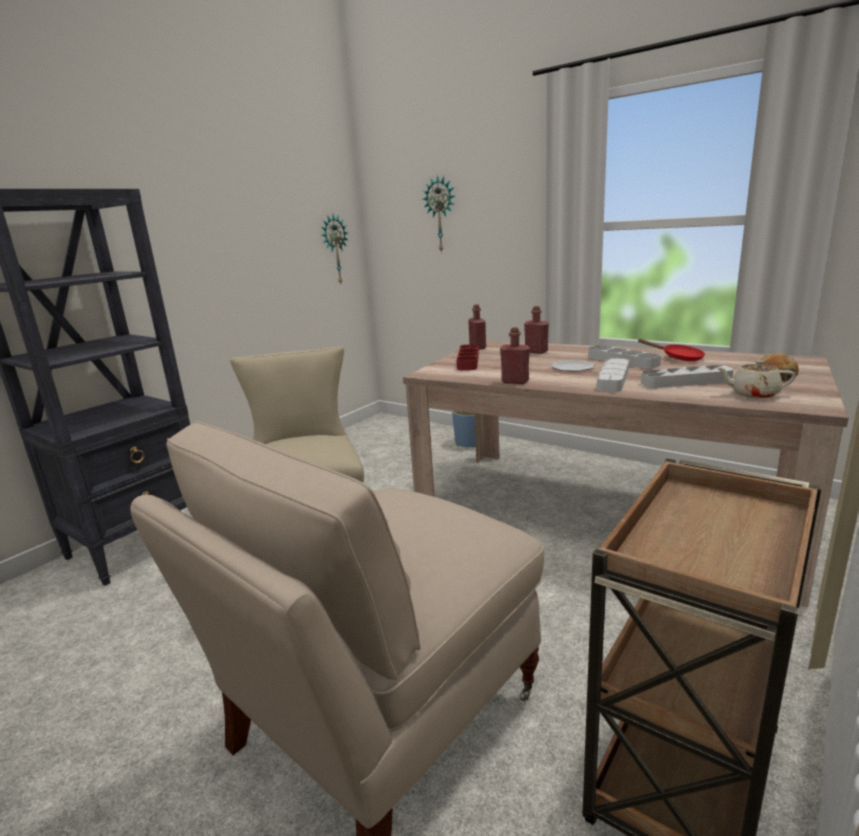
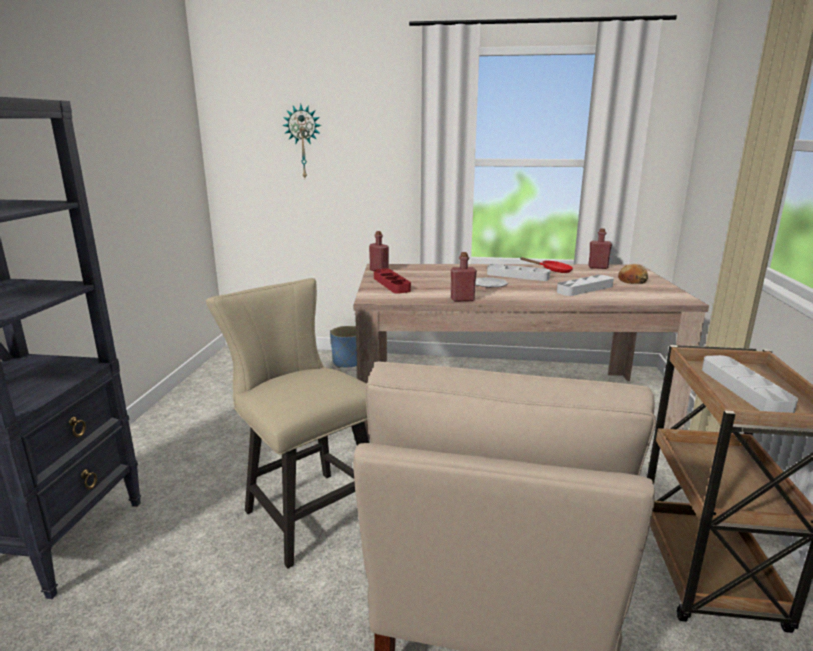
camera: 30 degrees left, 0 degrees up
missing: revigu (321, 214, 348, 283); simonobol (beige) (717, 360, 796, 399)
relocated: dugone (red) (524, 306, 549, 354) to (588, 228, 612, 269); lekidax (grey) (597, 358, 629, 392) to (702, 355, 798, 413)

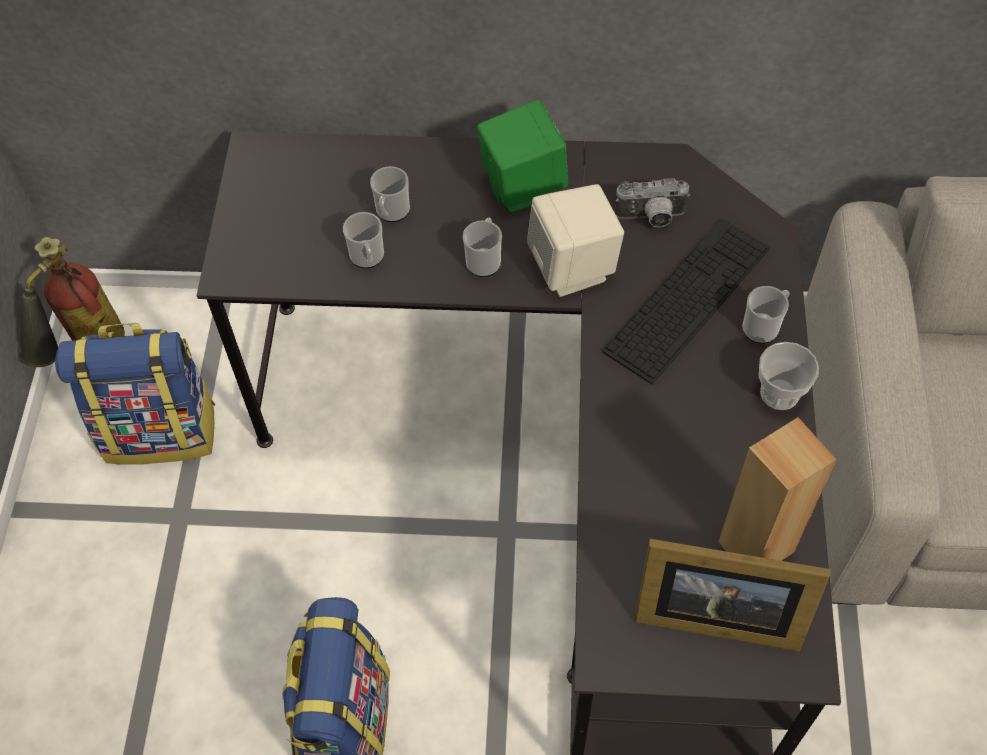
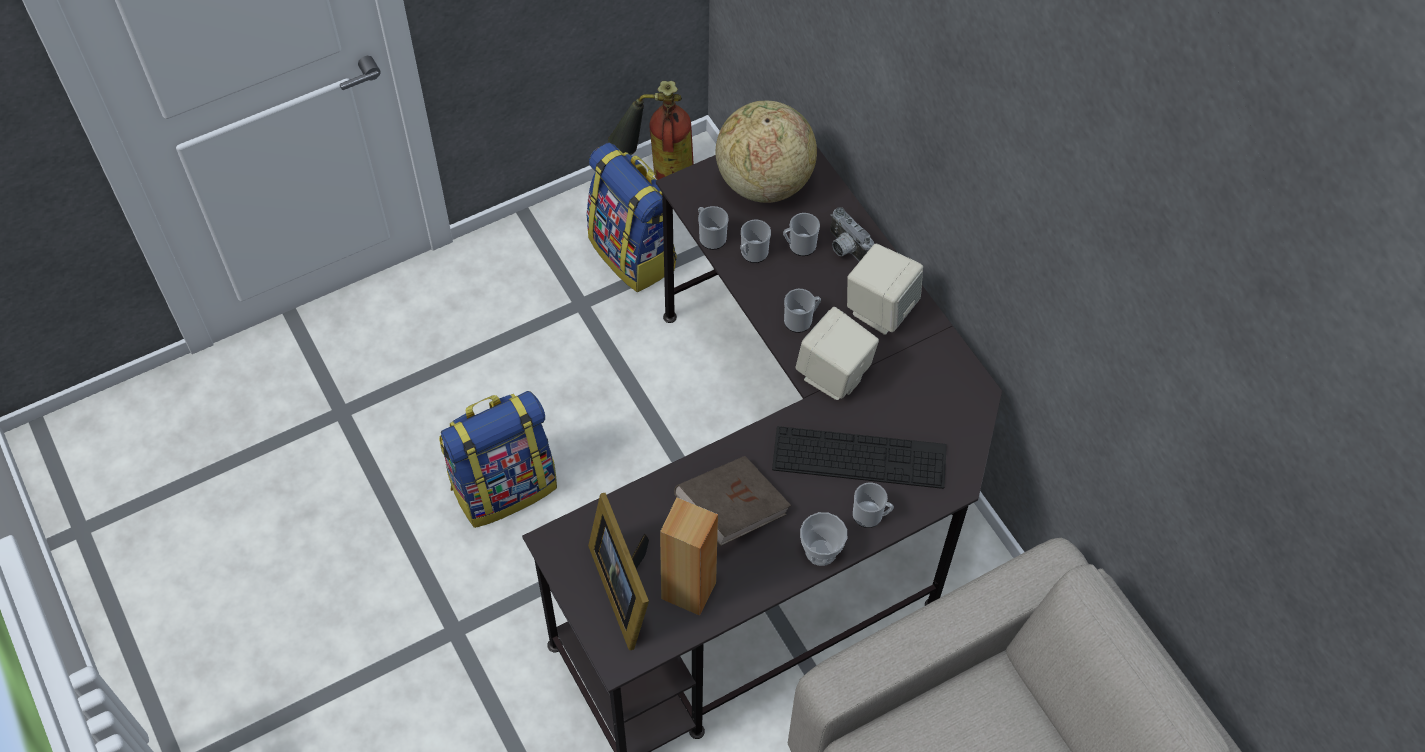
camera: 55 degrees right, 0 degrees up
appeared: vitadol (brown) (674, 456, 791, 546); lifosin (698, 206, 728, 250); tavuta (715, 101, 817, 203)
relocated: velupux (614, 178, 690, 227) to (830, 207, 874, 262)
colour: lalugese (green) (477, 100, 568, 213) to lalugese (beige) (847, 244, 923, 335)

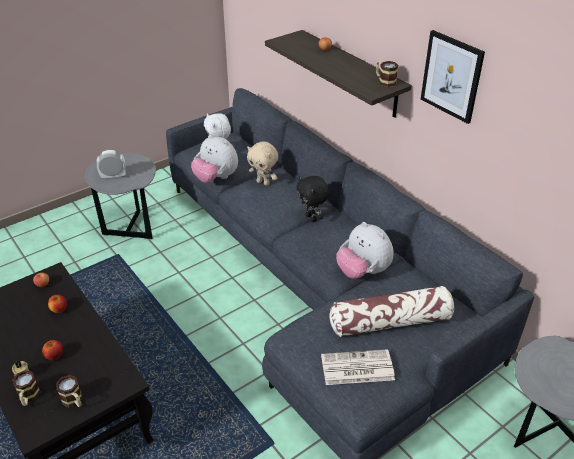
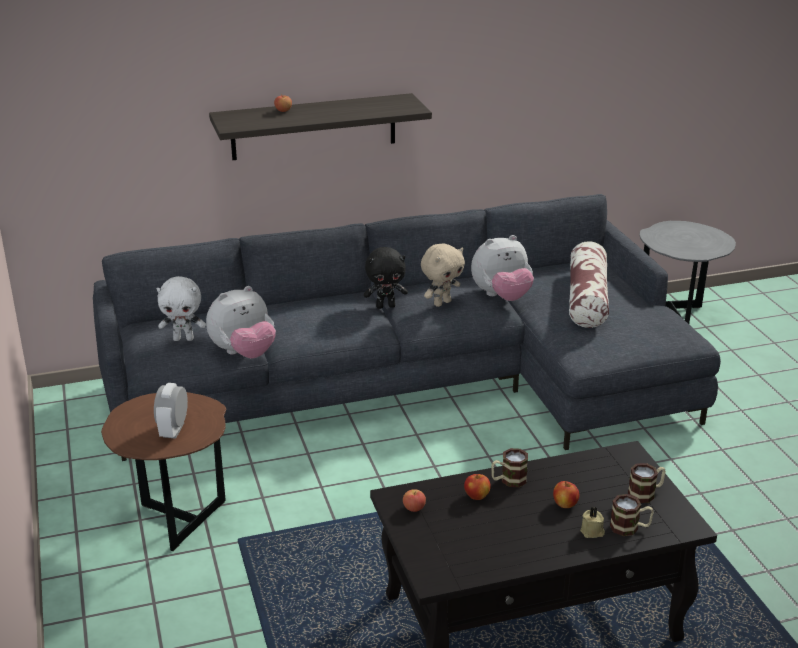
camera: 70 degrees left, 10 degrees down
missing: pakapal (321, 349, 395, 385); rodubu (421, 30, 485, 124)
relocated: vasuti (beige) (247, 142, 278, 186) to (421, 243, 465, 307); lifosin (376, 61, 398, 87) to (491, 448, 528, 487)
colour: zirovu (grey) (85, 153, 156, 239) to zirovu (brown) (101, 392, 226, 551)

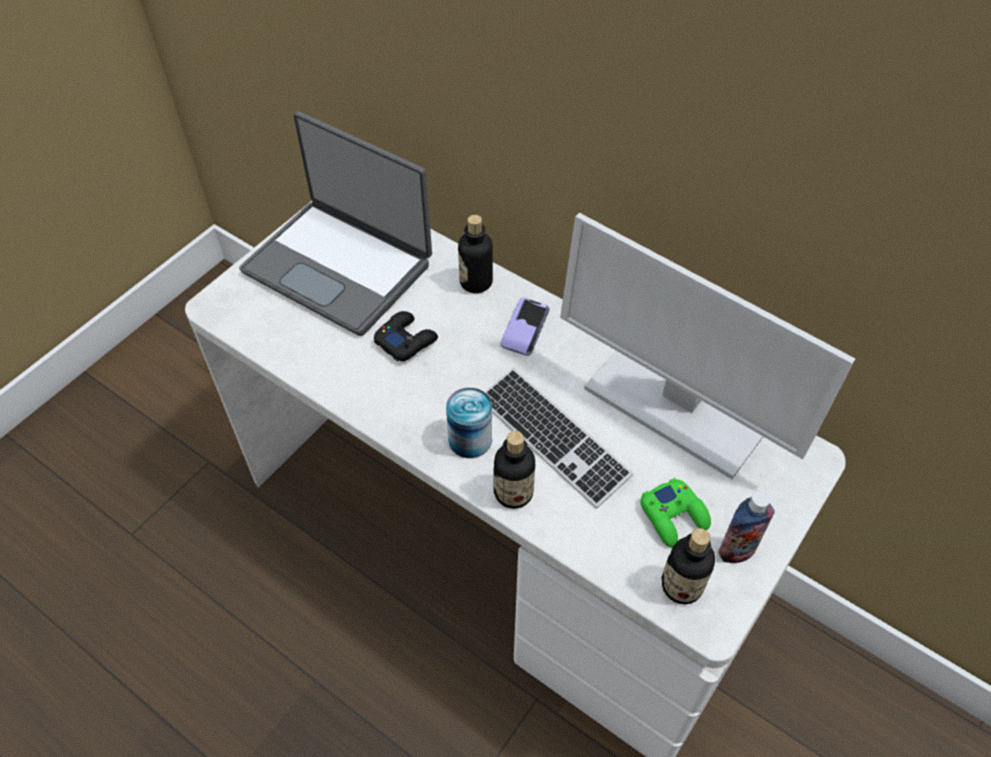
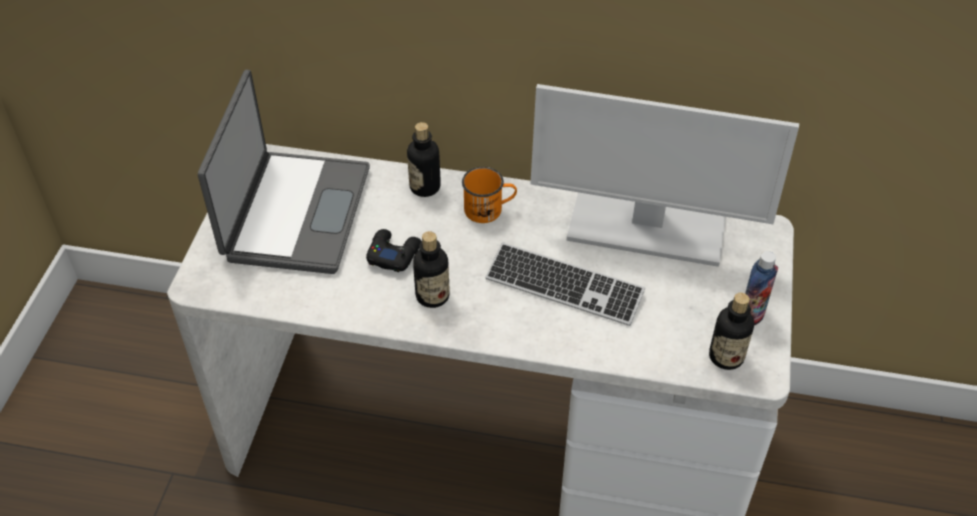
camera: 25 degrees left, 5 degrees down
missing: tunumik (446, 388, 492, 458); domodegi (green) (640, 478, 711, 547)
relocated: dugone (494, 431, 536, 509) to (413, 231, 450, 308)
exchanged: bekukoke (500, 297, 550, 356) to lifosin (orange) (462, 167, 517, 223)
spun: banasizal (239, 112, 432, 336) = (198, 70, 370, 274) 90 degrees counterclockwise

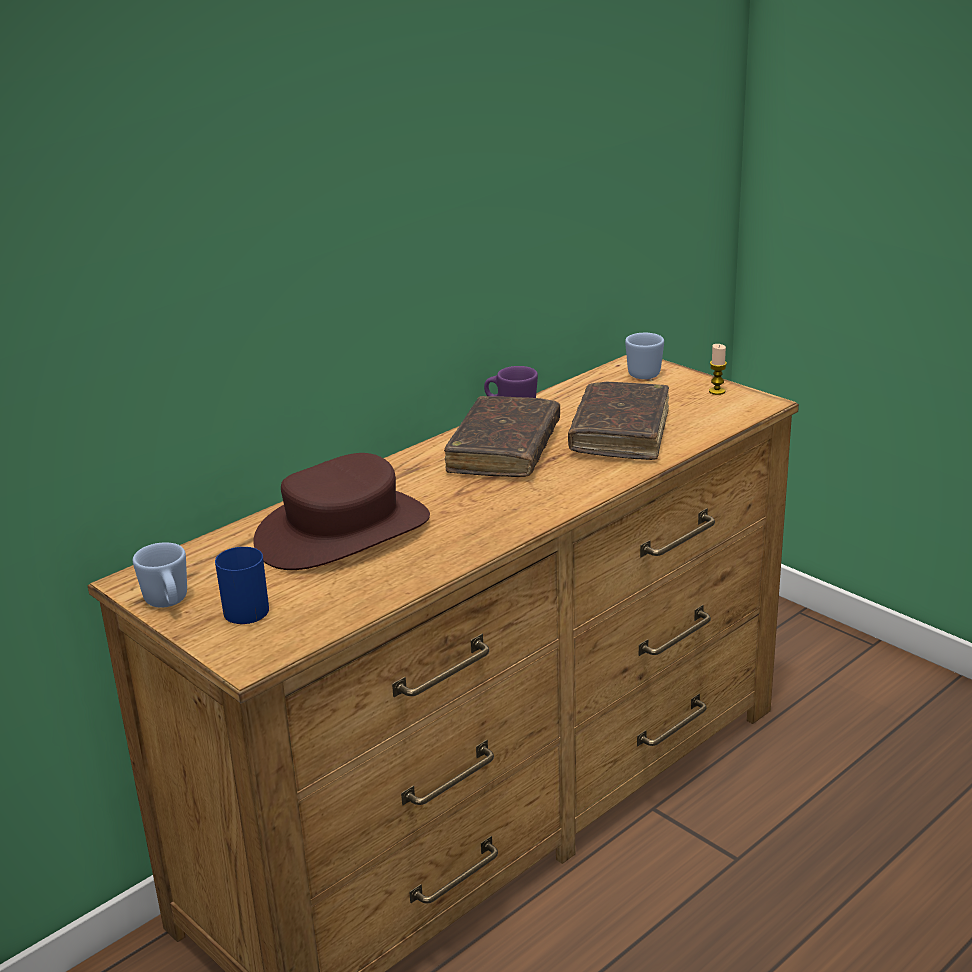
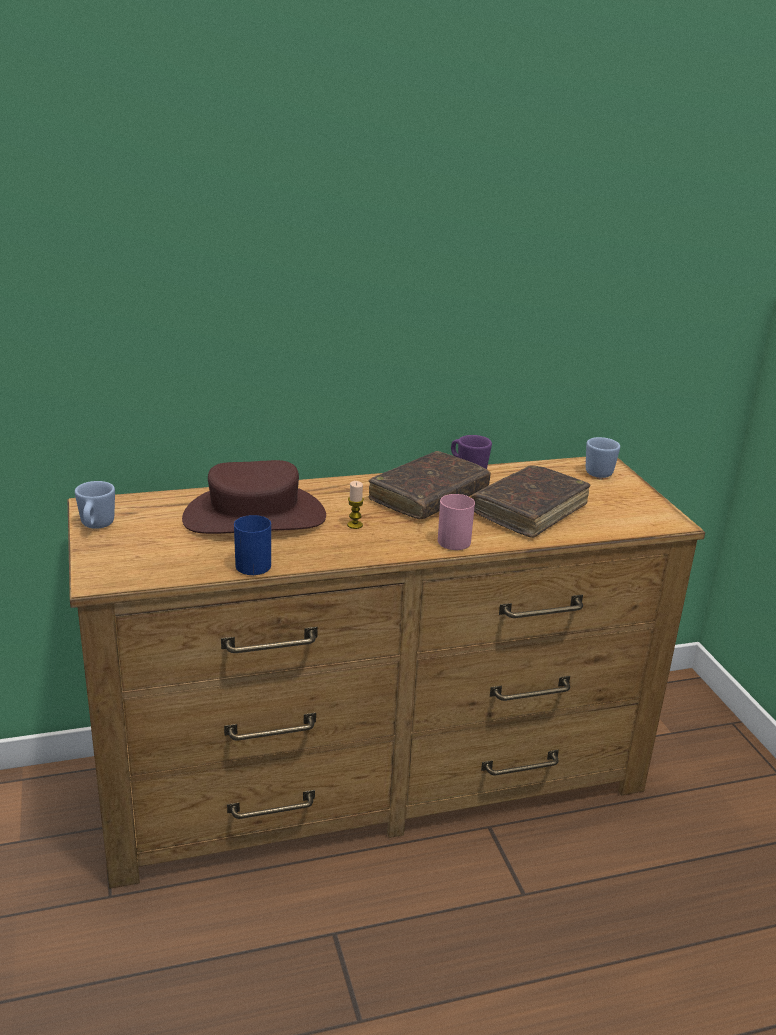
camera: 25 degrees right, 0 degrees up
appeared: lifosin (pink) (438, 494, 475, 550)
relocated: lifosin (blue) (215, 547, 269, 624) to (234, 515, 271, 575); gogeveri (709, 344, 727, 395) to (347, 481, 364, 529)

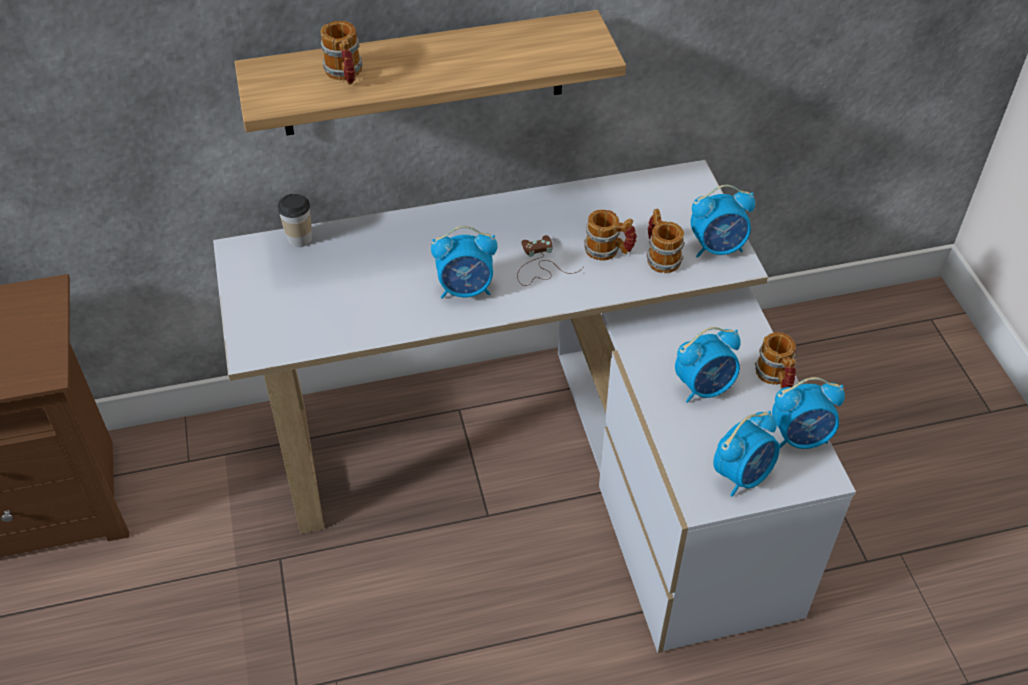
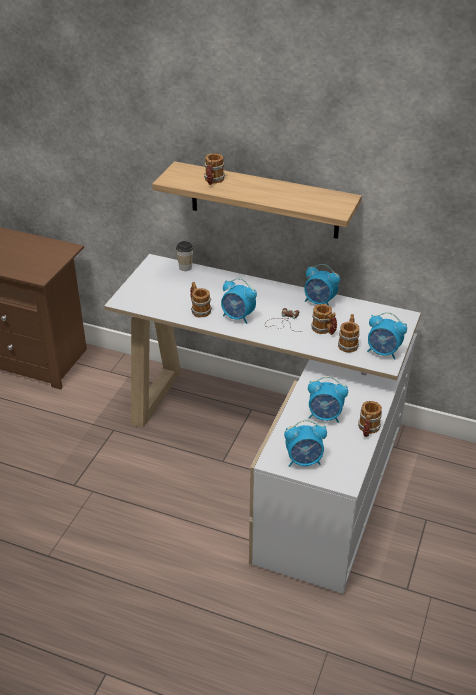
camera: 35 degrees right, 10 degrees down
appeared: lifosin (190, 282, 212, 317)
relocated: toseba (772, 377, 845, 449) to (304, 264, 340, 306)

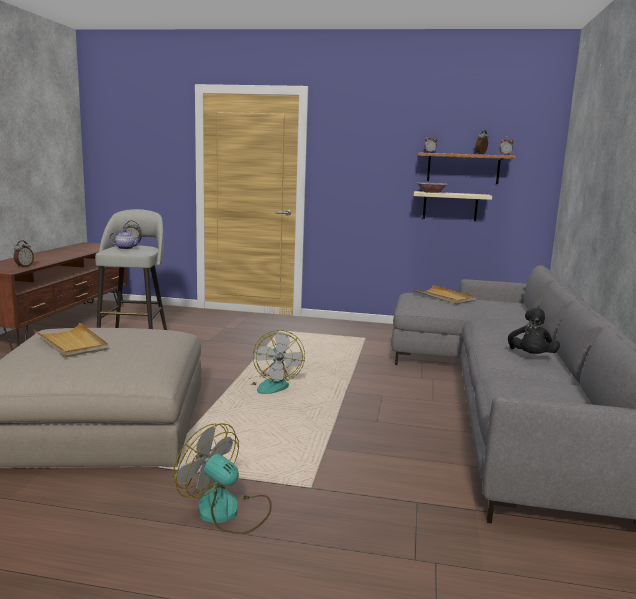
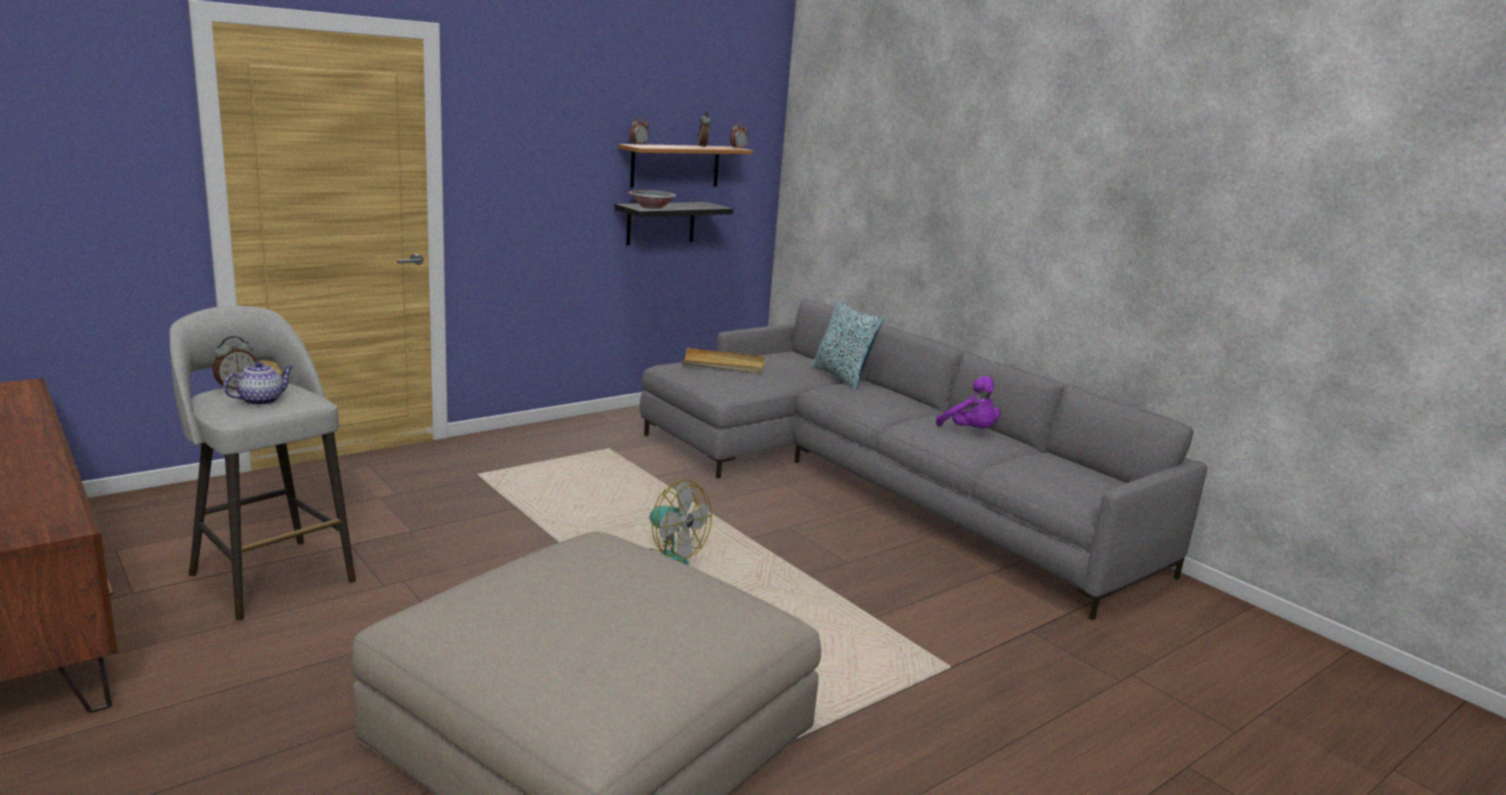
camera: 50 degrees left, 5 degrees up
missing: toseba (14, 241, 34, 268); lekidax (beige) (33, 322, 108, 357); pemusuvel (173, 423, 272, 534)
appeared: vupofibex (811, 300, 885, 389)
colour: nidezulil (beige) (414, 191, 492, 221) to nidezulil (black) (614, 202, 734, 245); vasuti (black) (508, 308, 560, 354) to vasuti (purple) (936, 376, 1001, 428)

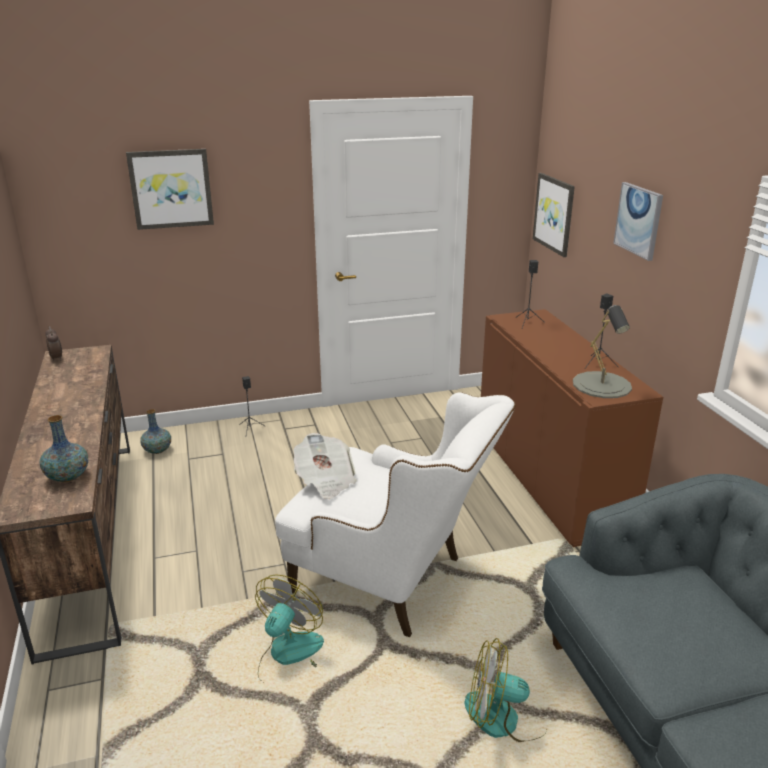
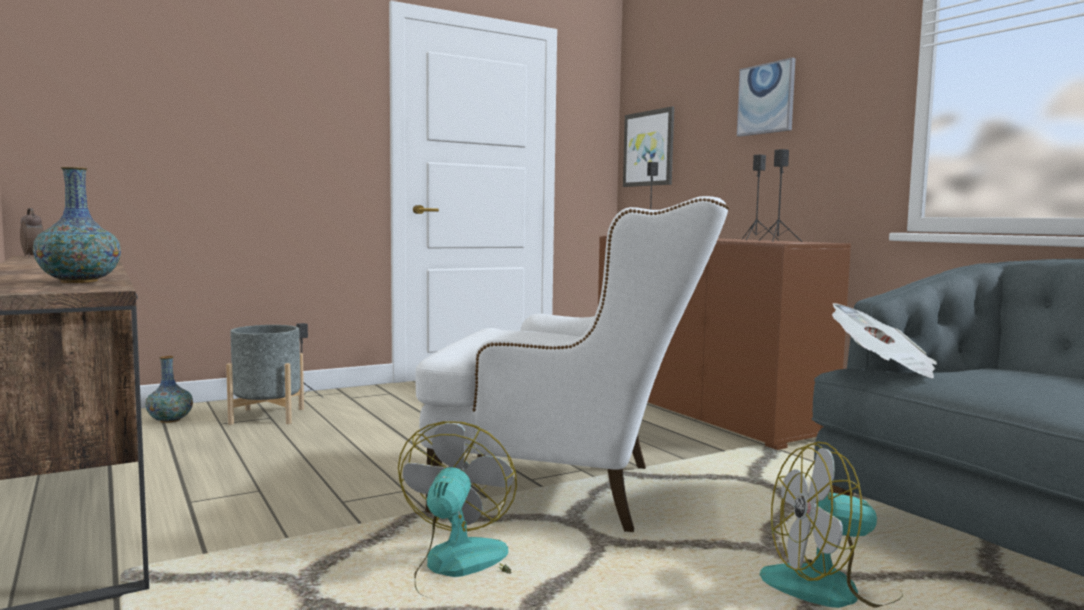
camera: 15 degrees left, 20 degrees down
missing: rodubu (126, 149, 214, 230)
appeared: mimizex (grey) (226, 325, 304, 425)
relocated: pakapal (293, 433, 356, 499) to (832, 303, 937, 378)
exchanged: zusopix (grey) (573, 305, 632, 398) to lalugese (black) (759, 149, 802, 242)

